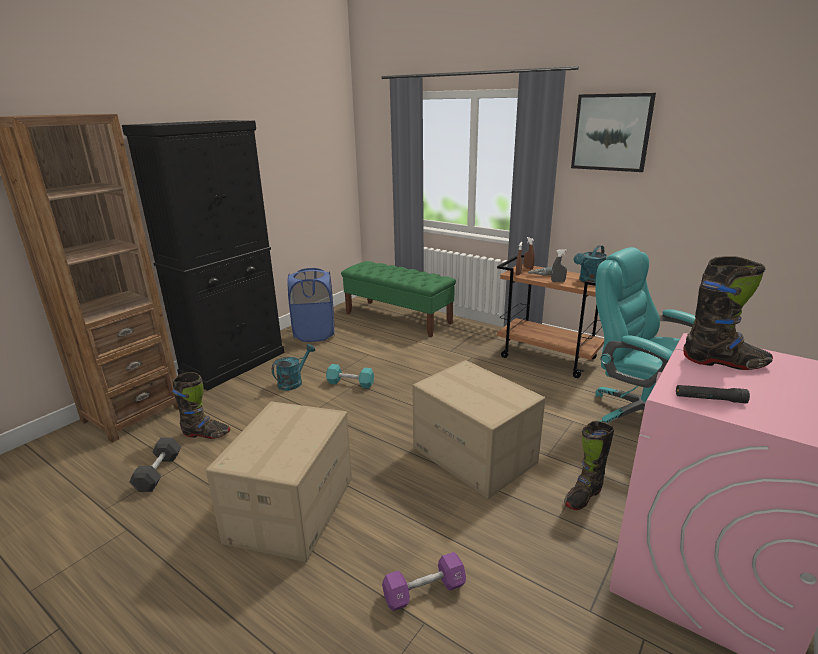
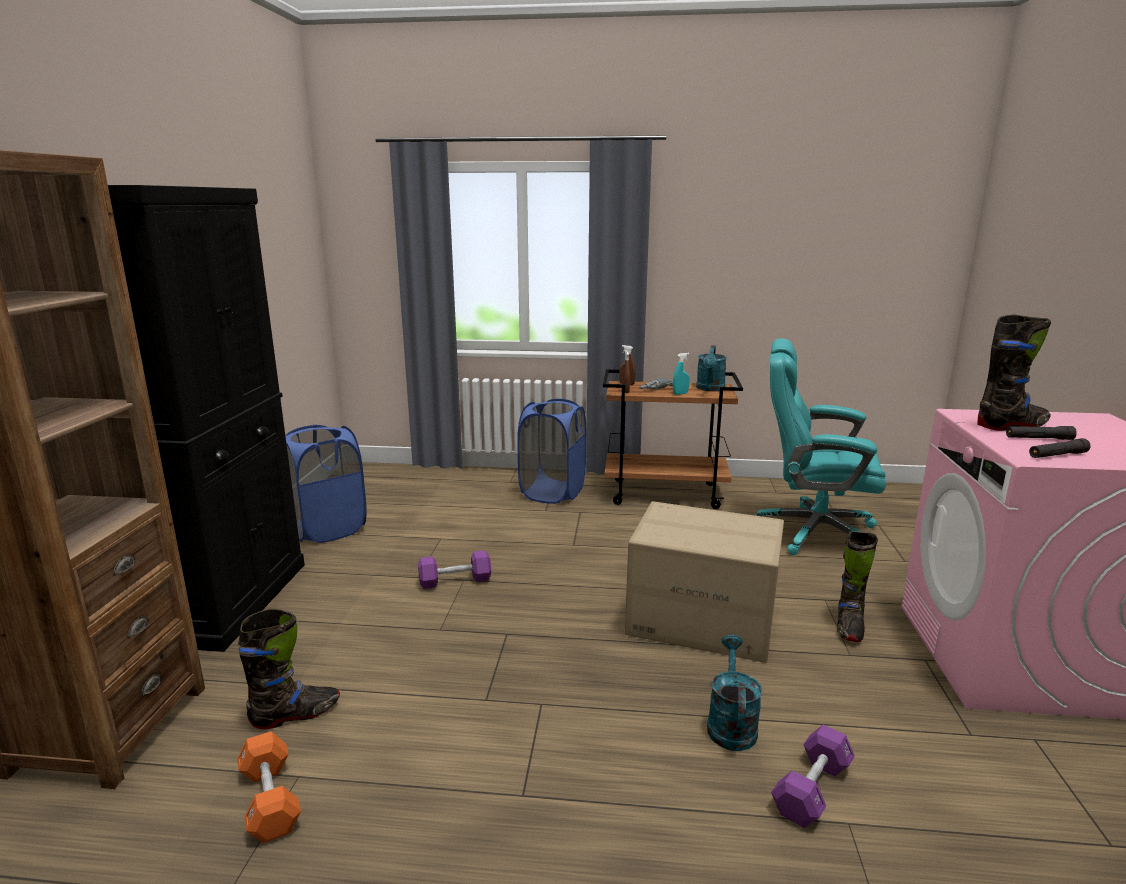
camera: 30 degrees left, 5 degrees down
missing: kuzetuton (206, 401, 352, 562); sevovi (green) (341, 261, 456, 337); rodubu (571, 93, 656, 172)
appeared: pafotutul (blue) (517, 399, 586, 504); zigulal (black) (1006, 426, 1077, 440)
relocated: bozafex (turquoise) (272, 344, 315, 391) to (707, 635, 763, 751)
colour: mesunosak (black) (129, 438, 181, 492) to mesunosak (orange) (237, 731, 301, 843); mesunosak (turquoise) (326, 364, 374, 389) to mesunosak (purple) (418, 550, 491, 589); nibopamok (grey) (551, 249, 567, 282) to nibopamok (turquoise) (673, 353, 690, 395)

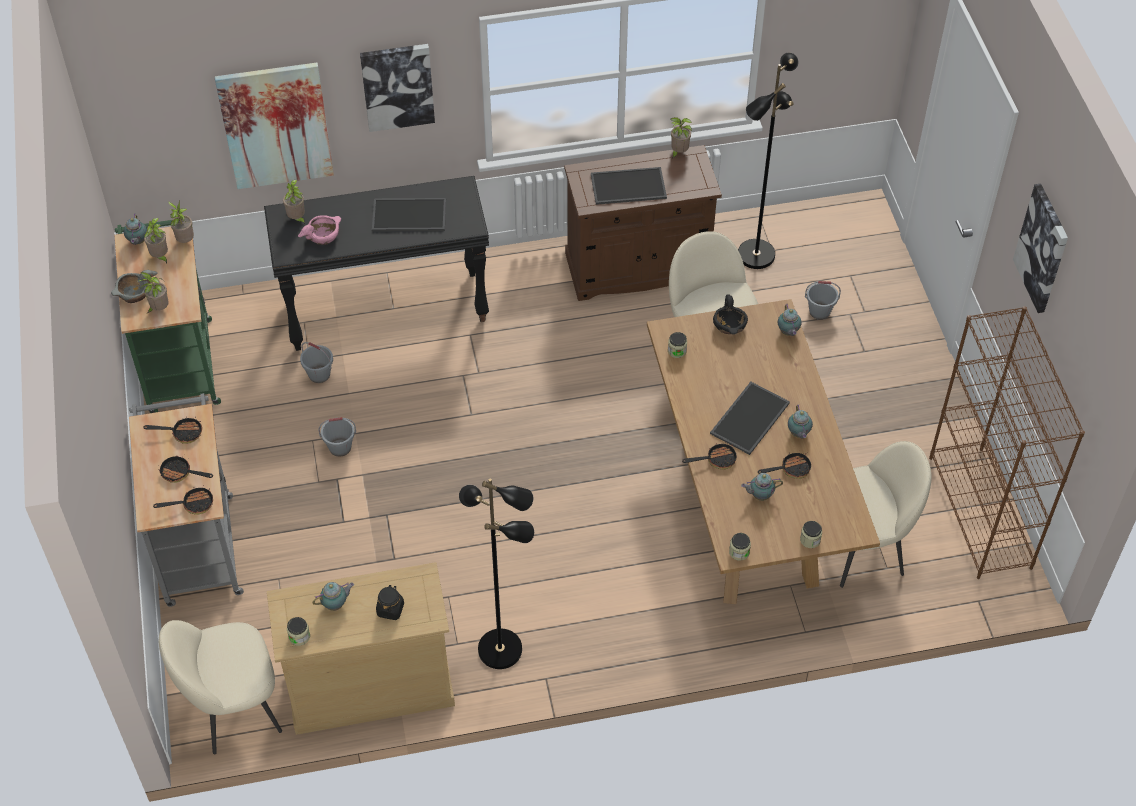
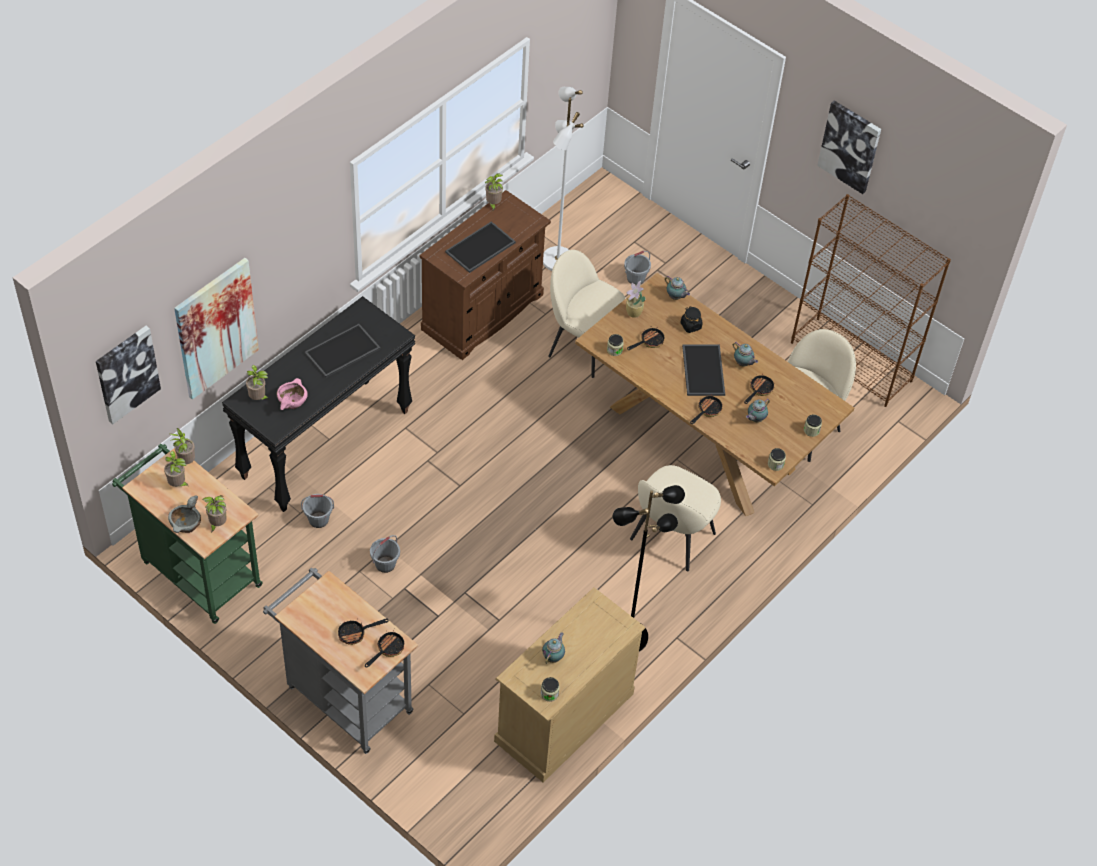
camera: 40 degrees left, 0 degrees up
missing: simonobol (124, 214, 147, 245)
relocated: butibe (144, 417, 202, 444) to (627, 325, 665, 350); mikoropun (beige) (159, 620, 282, 754) to (630, 465, 721, 571); rodubu (360, 44, 435, 132) to (96, 326, 161, 424); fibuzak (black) (376, 585, 404, 620) to (681, 306, 703, 333)
exchanged: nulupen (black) (713, 294, 748, 334) to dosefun (626, 281, 646, 318)
colour: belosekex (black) (738, 52, 798, 269) to belosekex (white) (543, 87, 584, 271)

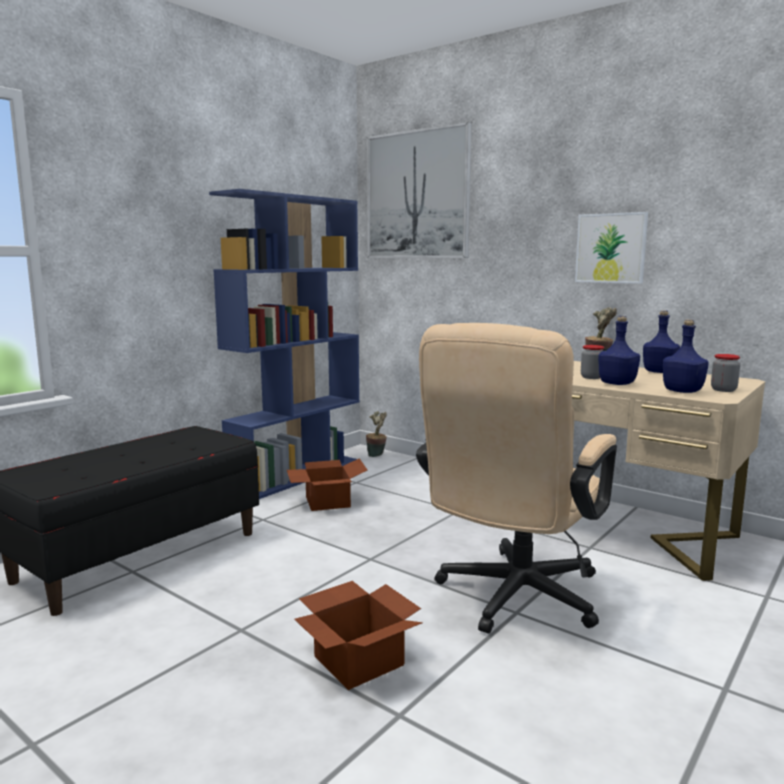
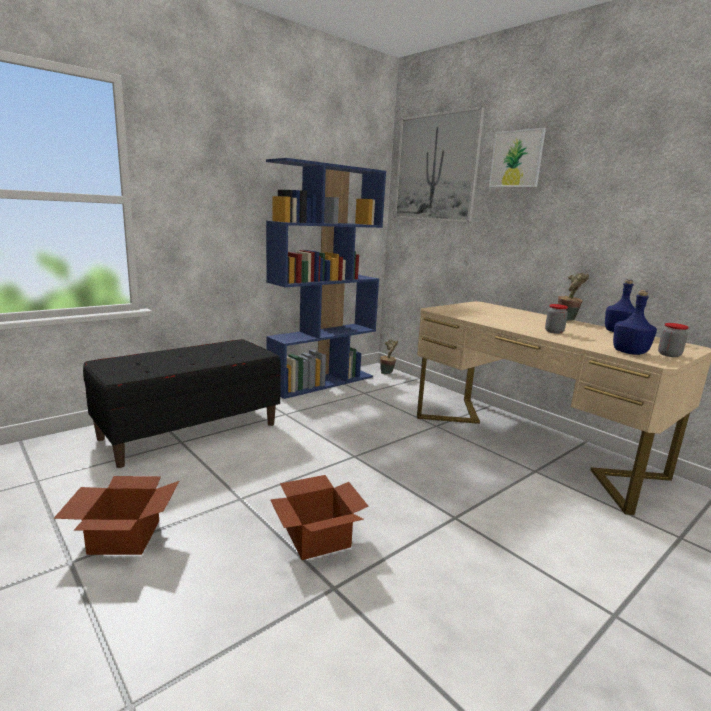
camera: 10 degrees right, 5 degrees up
missing: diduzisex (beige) (416, 323, 617, 634); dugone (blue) (598, 316, 640, 385)
relocated: kuzetuton (287, 458, 368, 511) to (54, 476, 179, 555); rodubu (575, 212, 648, 284) to (489, 128, 546, 187)

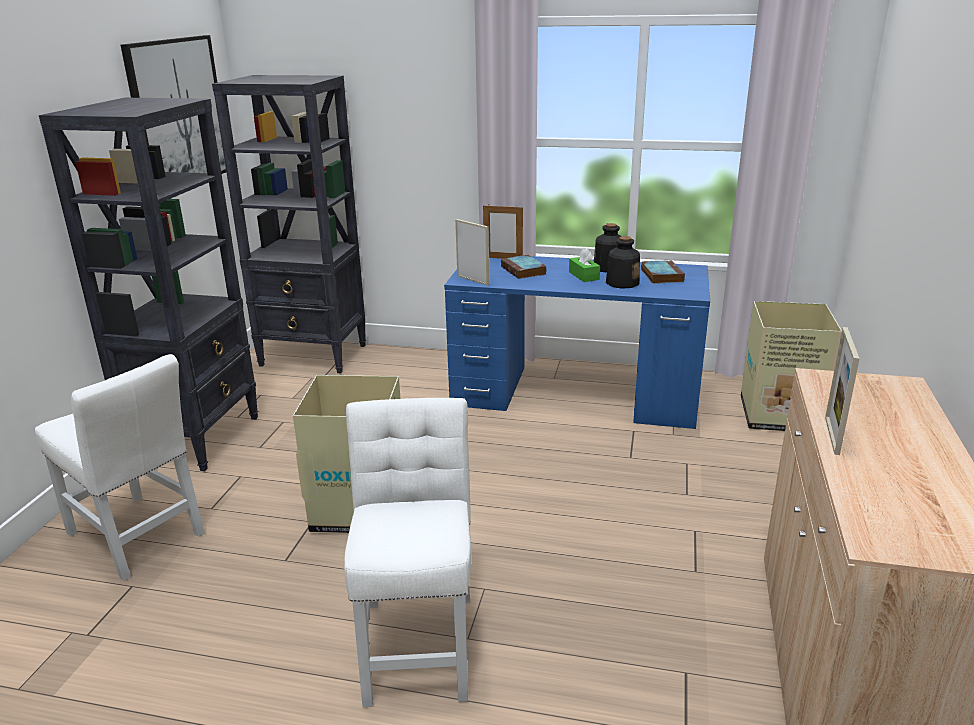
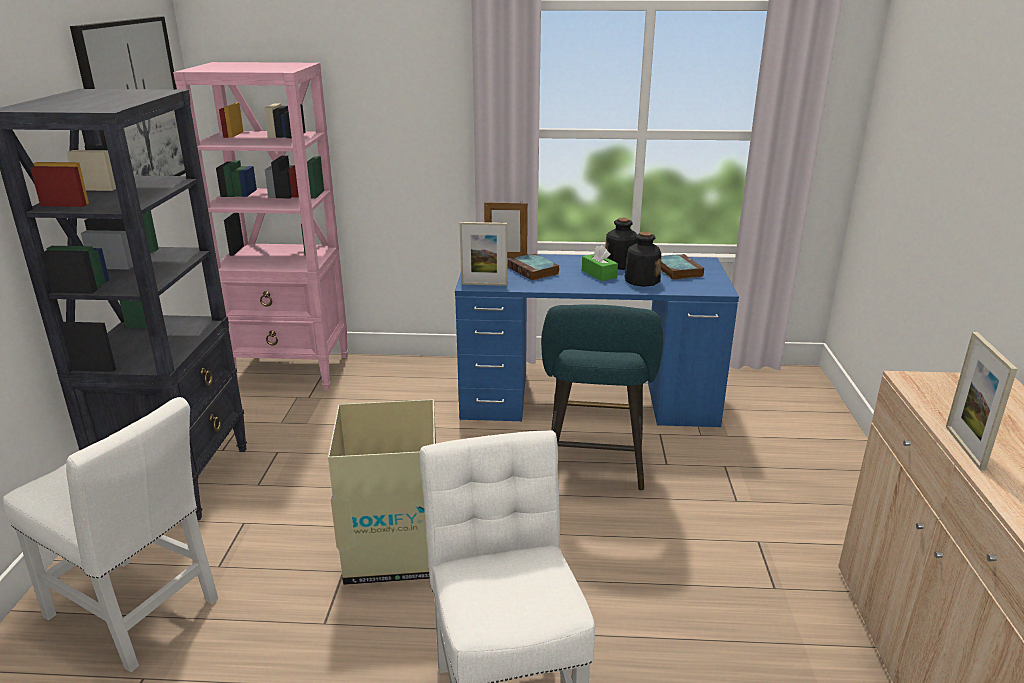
camera: 10 degrees left, 0 degrees up
missing: kuzetuton (741, 301, 842, 431)
appeared: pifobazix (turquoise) (541, 305, 663, 491)
colour: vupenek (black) (212, 75, 366, 374) to vupenek (pink) (173, 62, 348, 390)
spun: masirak (455, 219, 489, 286) = (460, 222, 507, 286) 150 degrees clockwise

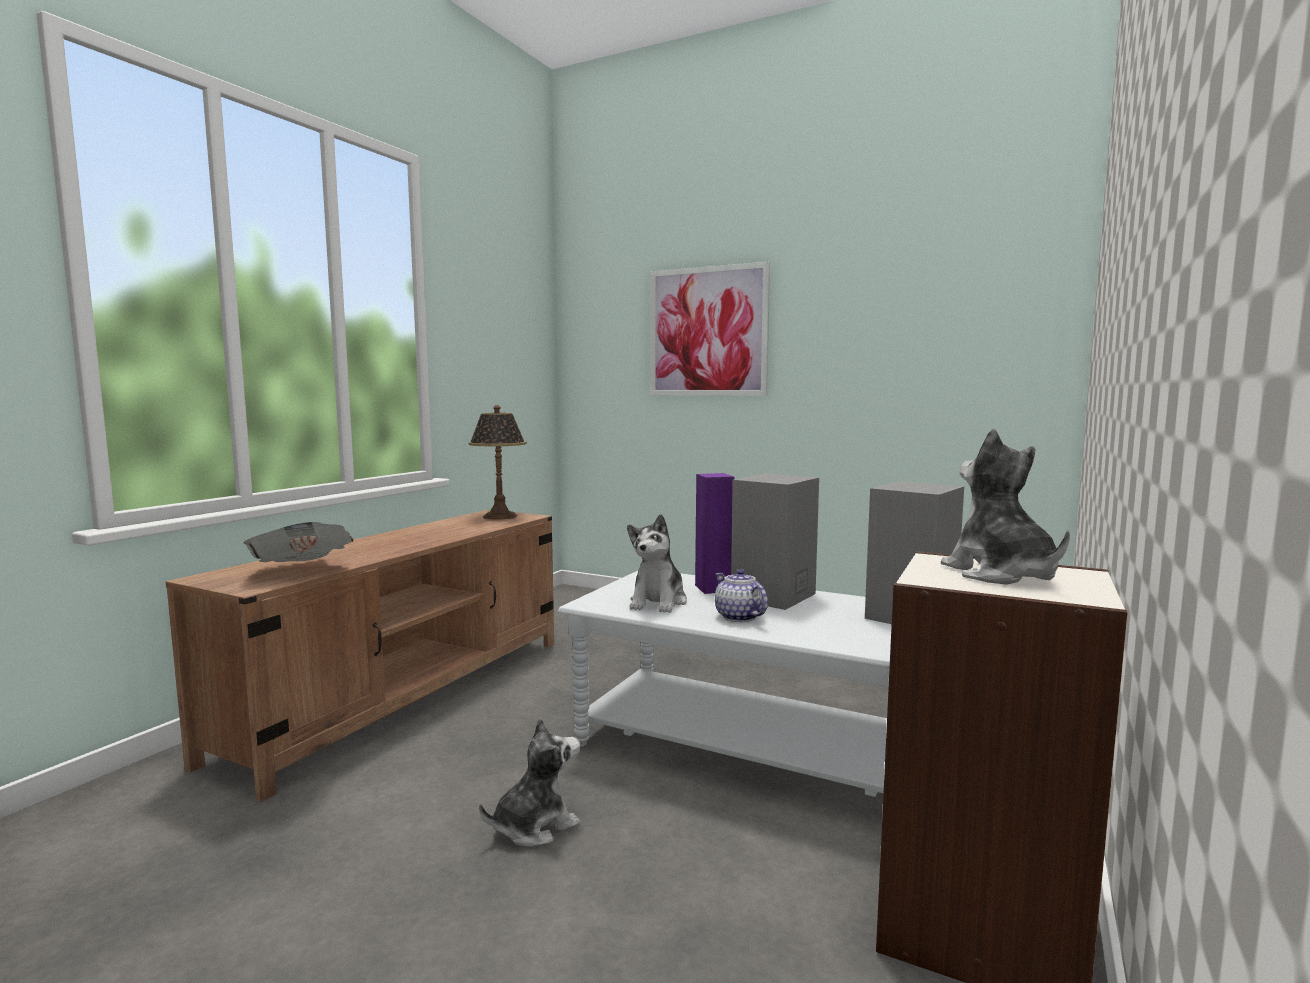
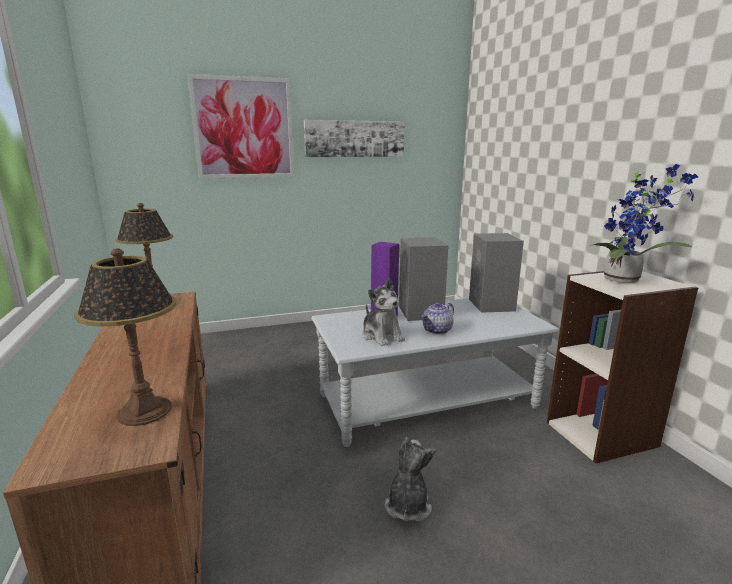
camera: 45 degrees left, 10 degrees up
appeared: rodubu (304, 120, 405, 157)
exchanged: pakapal (243, 522, 354, 562) to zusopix (74, 248, 176, 426); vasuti (941, 428, 1070, 585) to dosefun (590, 164, 698, 283)
spun: simonobol (715, 569, 768, 622) = (421, 302, 454, 335) 60 degrees counterclockwise

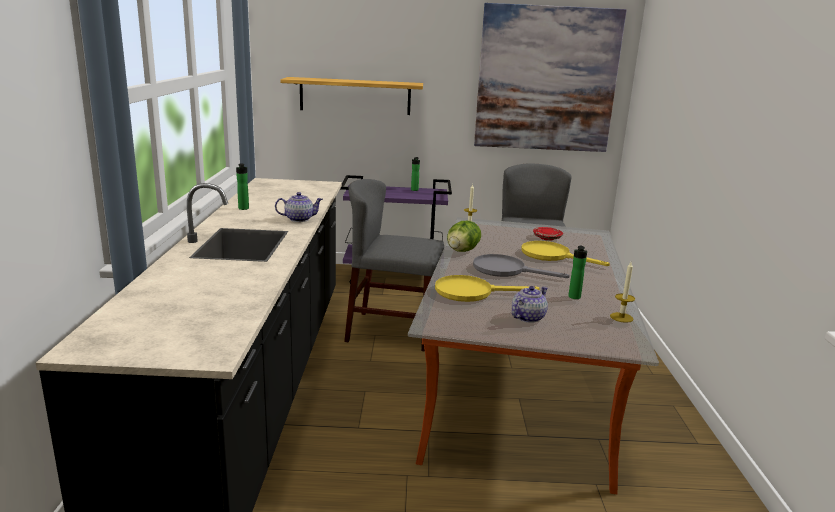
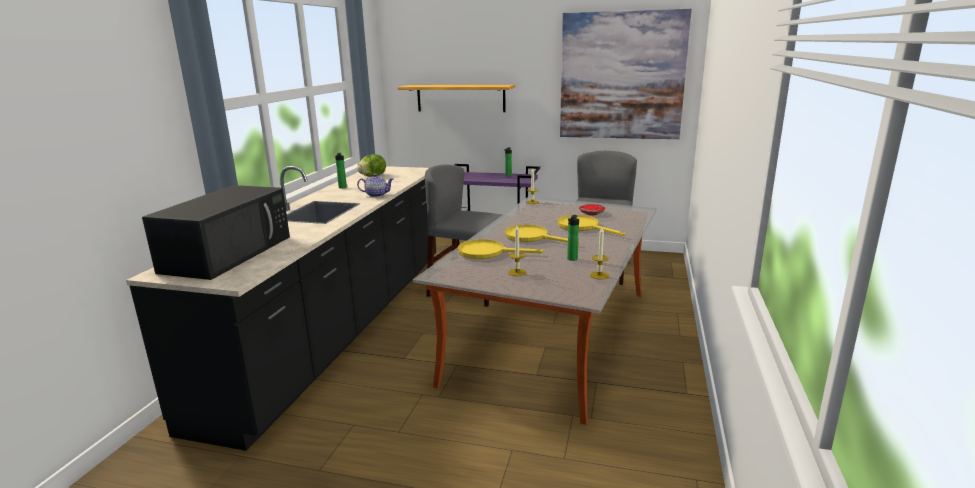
camera: 15 degrees right, 0 degrees up
appeared: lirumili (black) (142, 185, 290, 280)
relocated: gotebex (447, 221, 481, 252) to (357, 154, 386, 177)
exchanged: simonobol (512, 286, 548, 323) to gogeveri (508, 225, 527, 276)
colour: butibe (grey) (473, 254, 570, 278) to butibe (yellow) (505, 224, 579, 244)

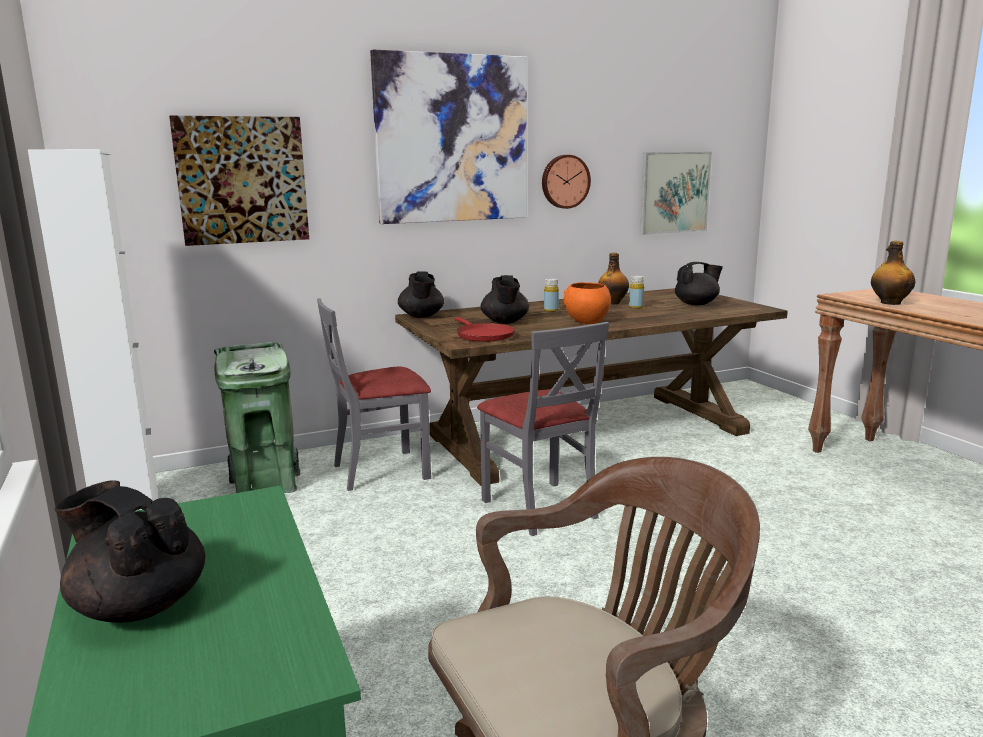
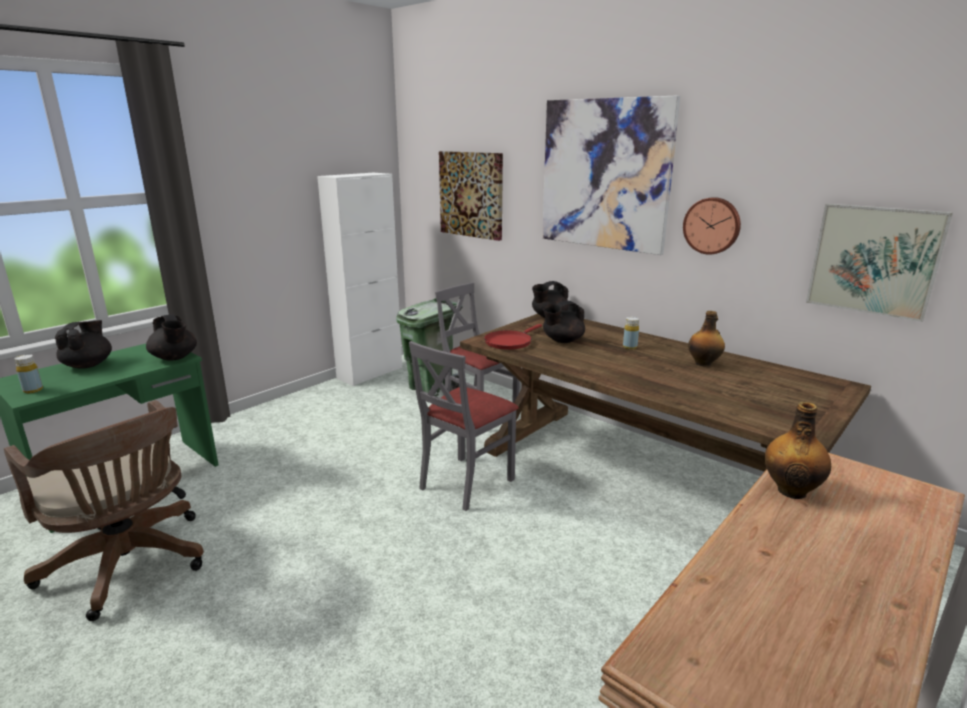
camera: 65 degrees right, 5 degrees up
missing: nulupen (orange) (564, 282, 611, 324)
relocated: dugone (yellow) (629, 276, 644, 309) to (14, 354, 43, 393); simonobol (black) (675, 262, 723, 305) to (146, 314, 197, 360)

